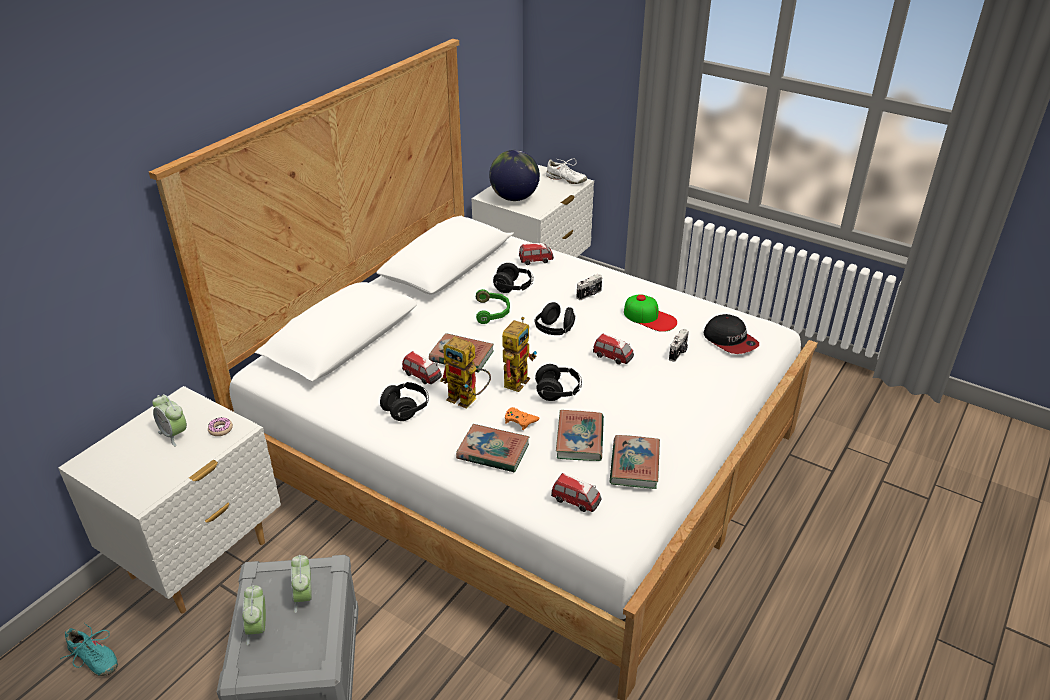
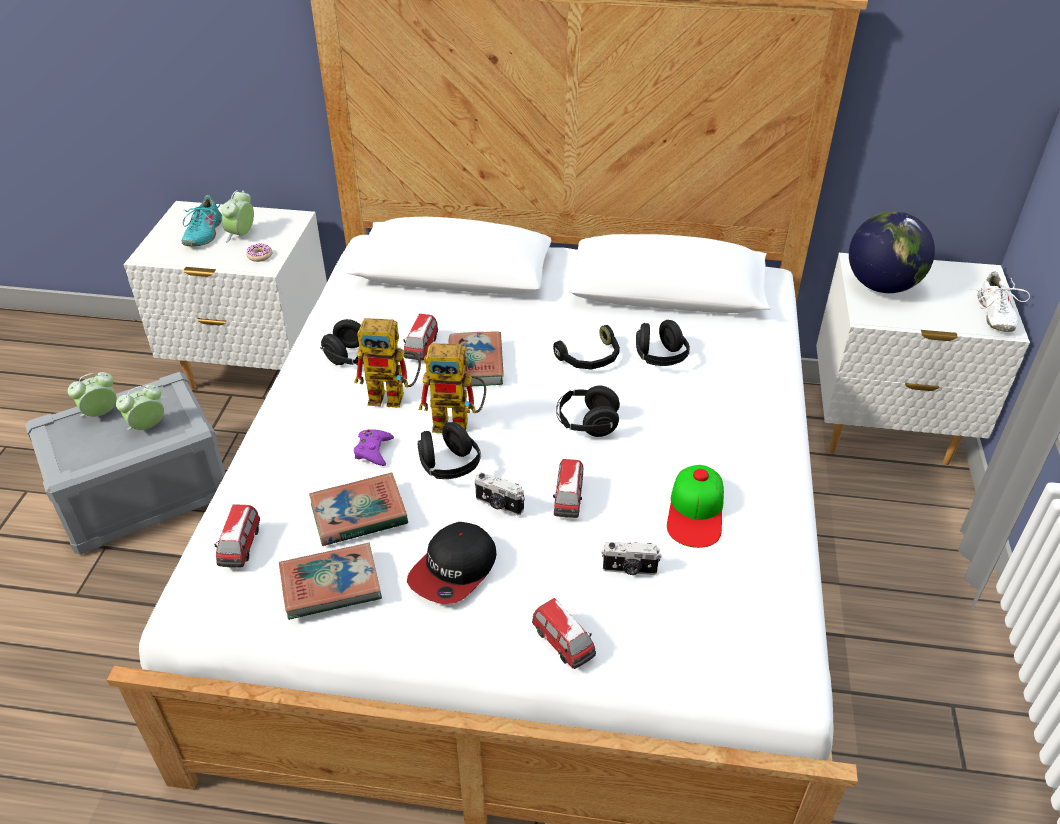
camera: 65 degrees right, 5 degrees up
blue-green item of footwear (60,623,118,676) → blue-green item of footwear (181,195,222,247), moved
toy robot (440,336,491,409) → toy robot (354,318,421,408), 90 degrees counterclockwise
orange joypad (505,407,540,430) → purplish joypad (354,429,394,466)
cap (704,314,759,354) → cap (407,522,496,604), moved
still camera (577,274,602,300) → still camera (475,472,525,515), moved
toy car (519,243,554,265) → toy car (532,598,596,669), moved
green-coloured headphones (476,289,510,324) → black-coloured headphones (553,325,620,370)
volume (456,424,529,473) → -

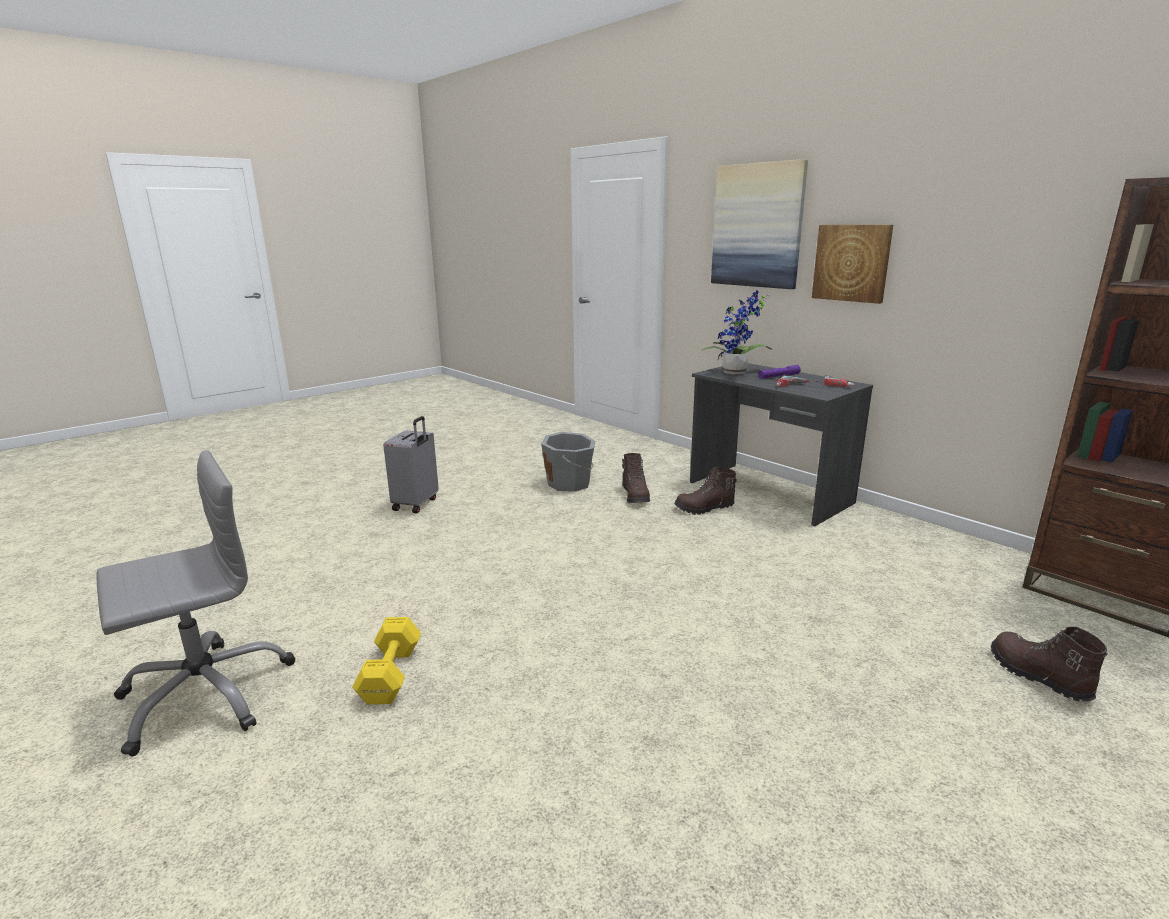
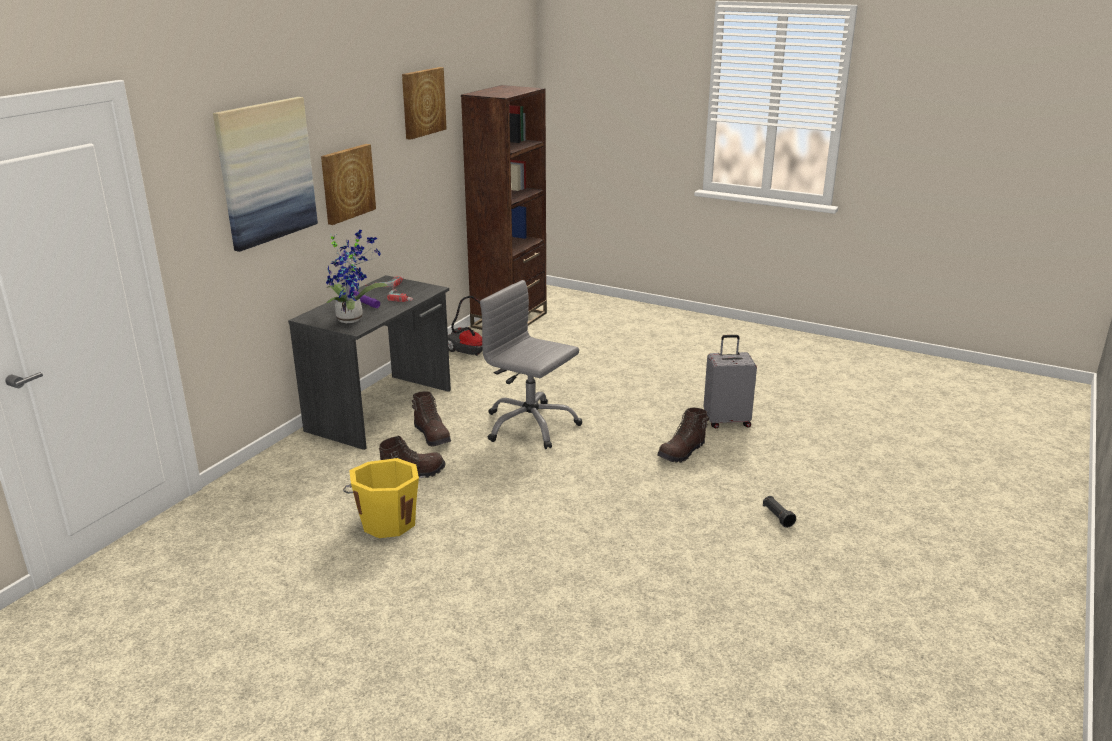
camera: 110 degrees left, 5 degrees up
greyish bucket (541,432,595,492) → yellow bucket (343,458,426,538)
- → picture (402,67,447,140)
- → vacuum cleaner (448,296,507,375)
greyish desk chair (97,450,295,756) → greyish desk chair (480,280,582,449), moved
brownish boot (991,627,1107,702) → brownish boot (657,408,709,463), moved
greyish piece of luggage (383,416,439,513) → greyish piece of luggage (703,335,757,428), moved
yellow free weight (352,617,421,704) → black-coloured torch (763,496,796,528)

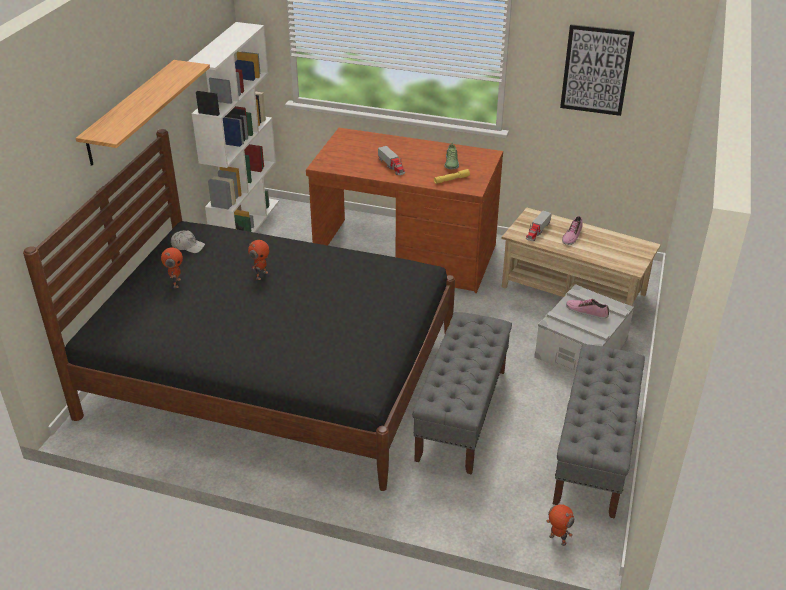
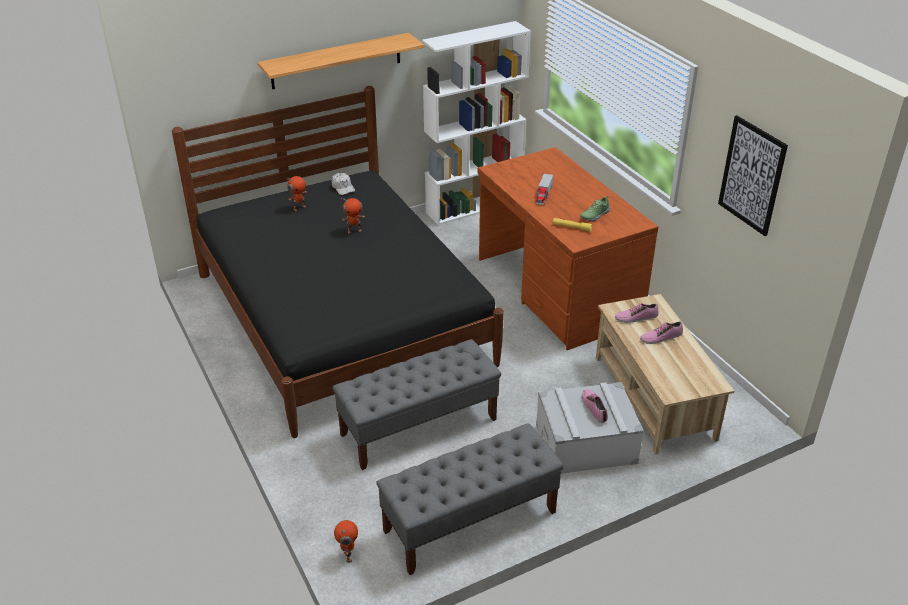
camera: 45 degrees right, 0 degrees up
model truck (526,211,552,241) → item of footwear (615,303,658,323)

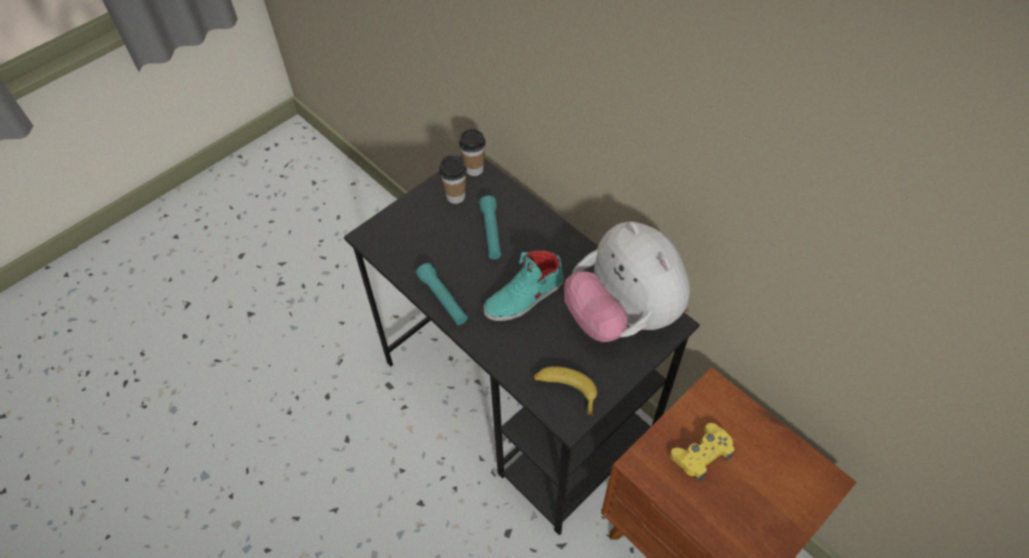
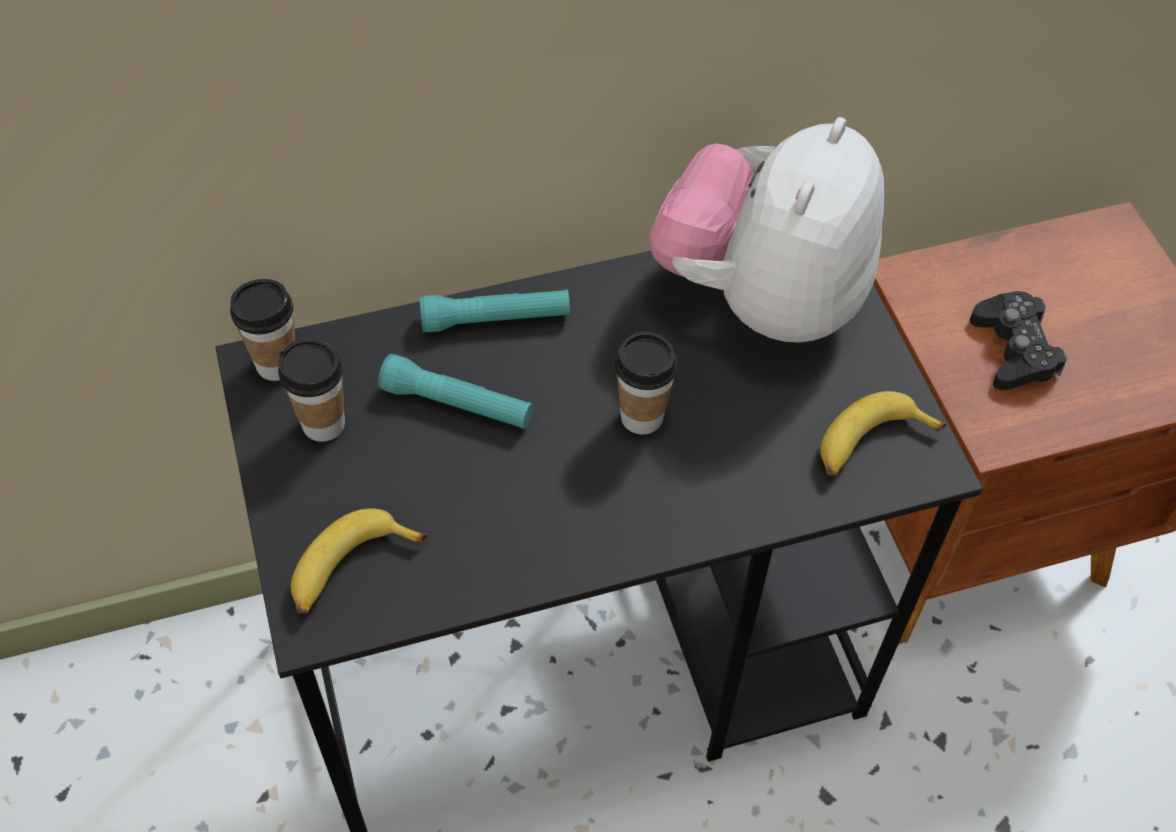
camera: 65 degrees left, 0 degrees up
- → whole banana (291,508,427,614)
blue-green torch (416,263,468,325) → blue-green torch (420,290,570,332), moved
blue-green item of footwear (483,251,564,321) → small cup (615,332,678,434)
cuddly toy (564,221,690,342) → cuddly toy (650,117,884,343), 120 degrees clockwise
yellow joypad (670,423,734,482) → black-coloured joypad (970,291,1067,390)

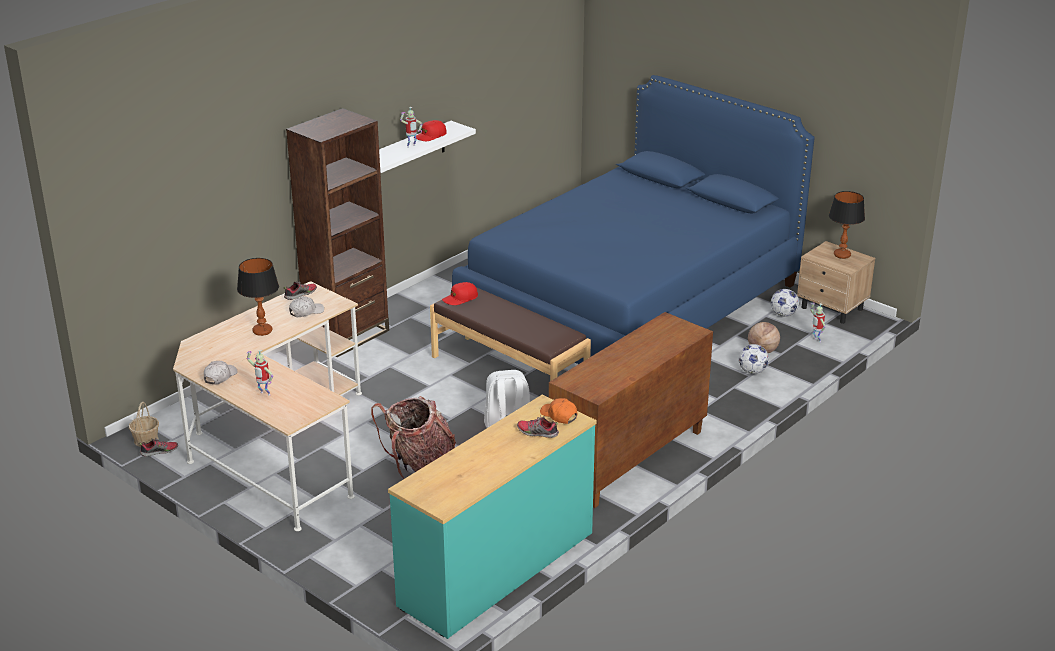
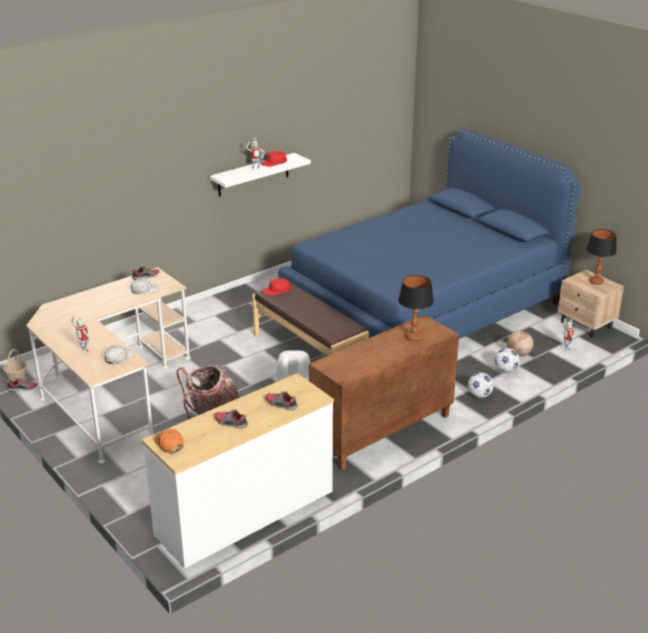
camera: 10 degrees right, 0 degrees up
white cap (204,361,238,385) → white cap (104,345,134,364), moved
blue-green dresser (388,395,597,639) → white dresser (142,373,334,568)
orange cap (540,398,577,424) → orange cap (154,429,183,453), moved
- → item of footwear (214,409,248,429)
table lamp (237,258,279,336) → table lamp (398,275,434,341), moved
football (771,289,799,317) → football (468,372,494,398), moved
brownish shelving unit (286,108,389,357) → -

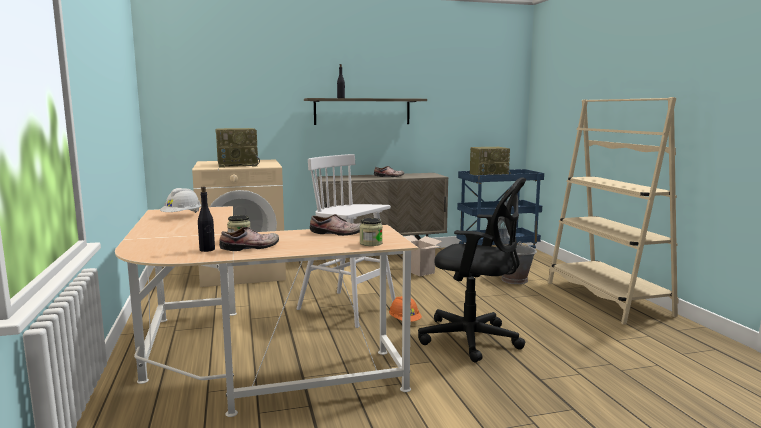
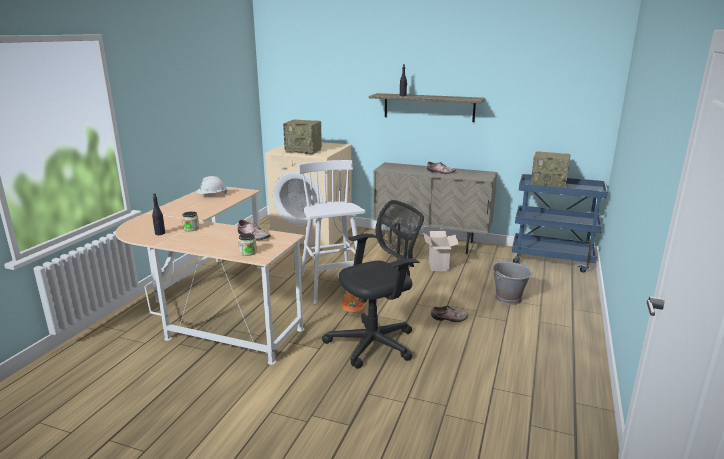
camera: 35 degrees right, 10 degrees up
black-coloured desk chair (418,177,526,362) → black-coloured desk chair (322,200,424,369), 90 degrees counterclockwise
item of footwear (219,227,279,251) → item of footwear (431,305,468,322), moved
beige-coloured shelving unit (548,97,679,325) → -

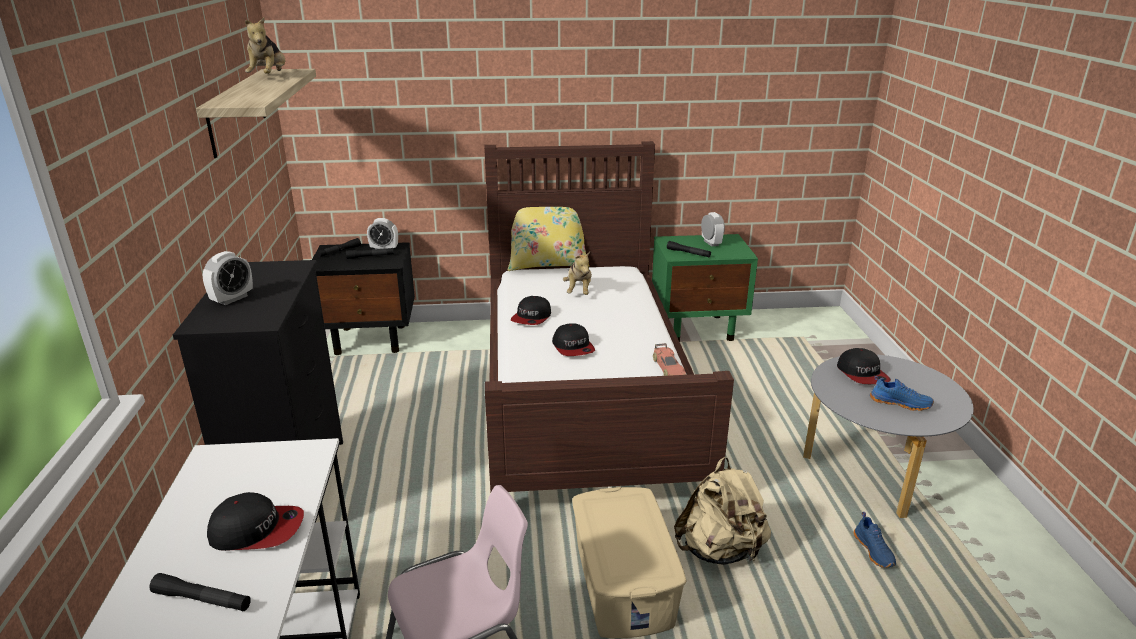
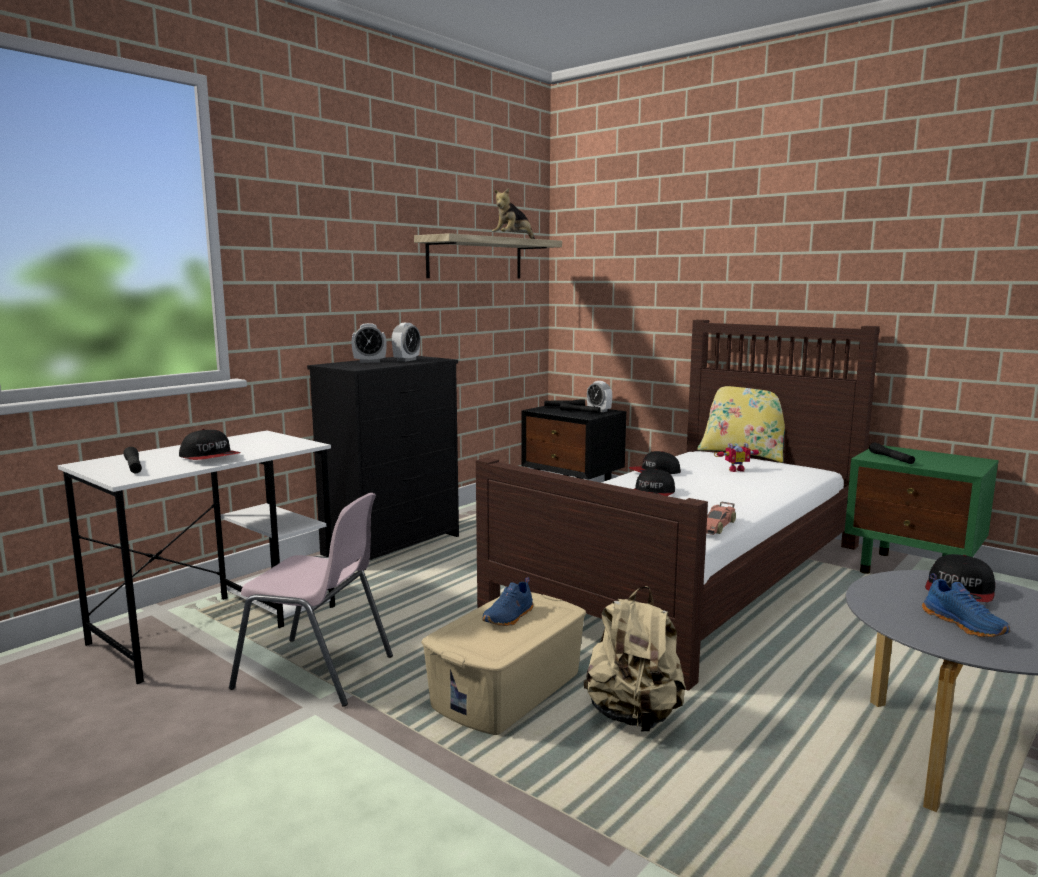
camera: 45 degrees right, 15 degrees down
alarm clock (701,212,725,247) → alarm clock (391,323,421,362), moved
blue-coloured item of footwear (854,512,896,568) → blue-coloured item of footwear (482,577,533,626), moved
cuddly toy (563,251,592,295) → toy robot (714,442,762,472)

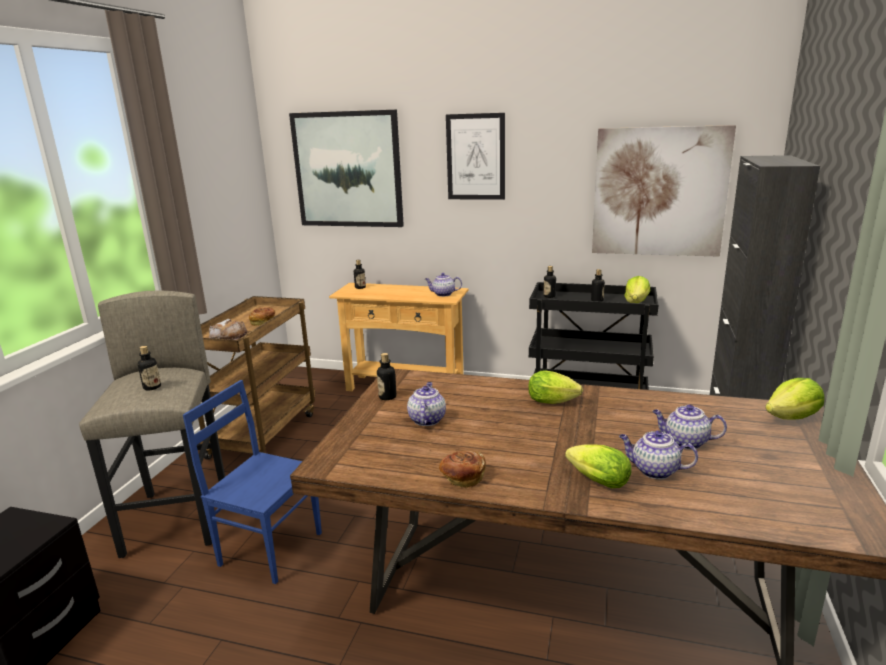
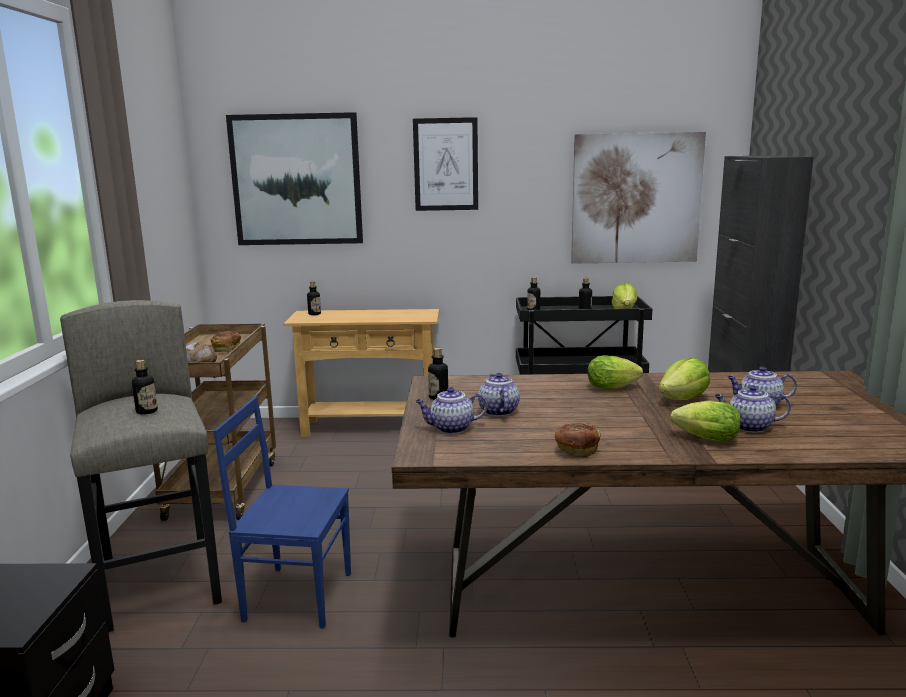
camera: 15 degrees left, 5 degrees down
teapot (425,273,462,297) → teapot (415,387,487,434), moved
lettuce (765,378,824,419) → lettuce (658,358,710,400), moved

